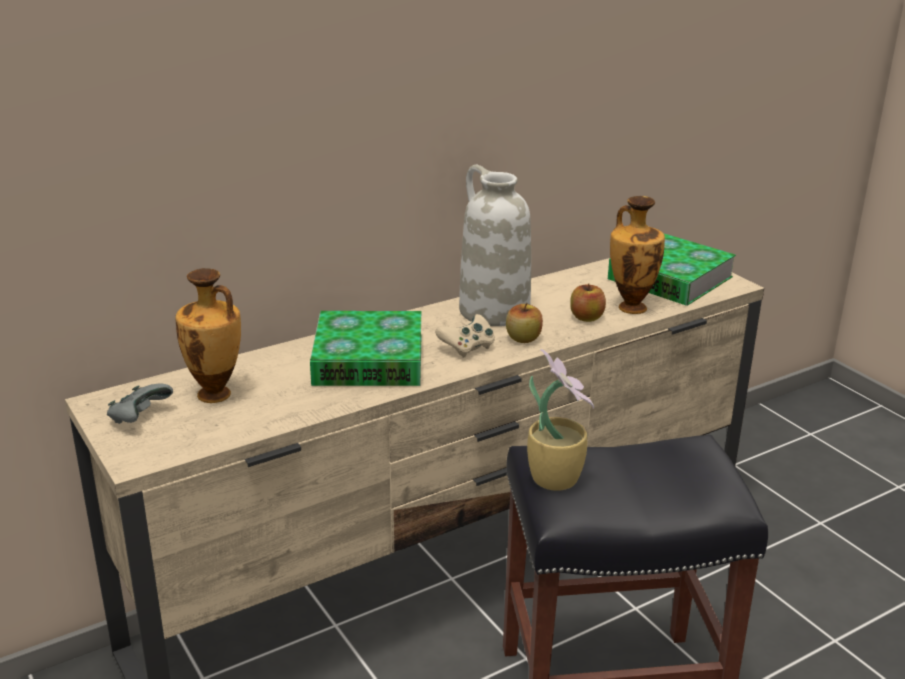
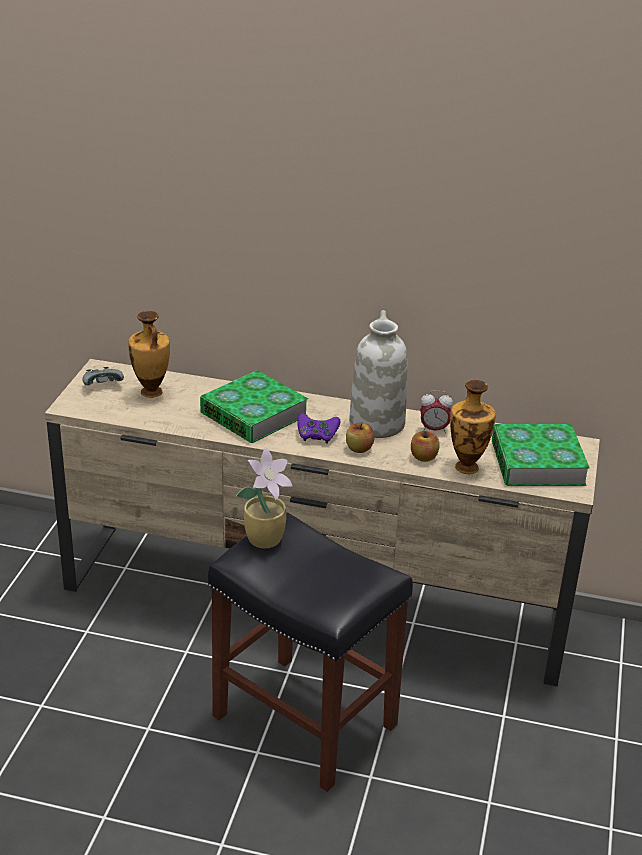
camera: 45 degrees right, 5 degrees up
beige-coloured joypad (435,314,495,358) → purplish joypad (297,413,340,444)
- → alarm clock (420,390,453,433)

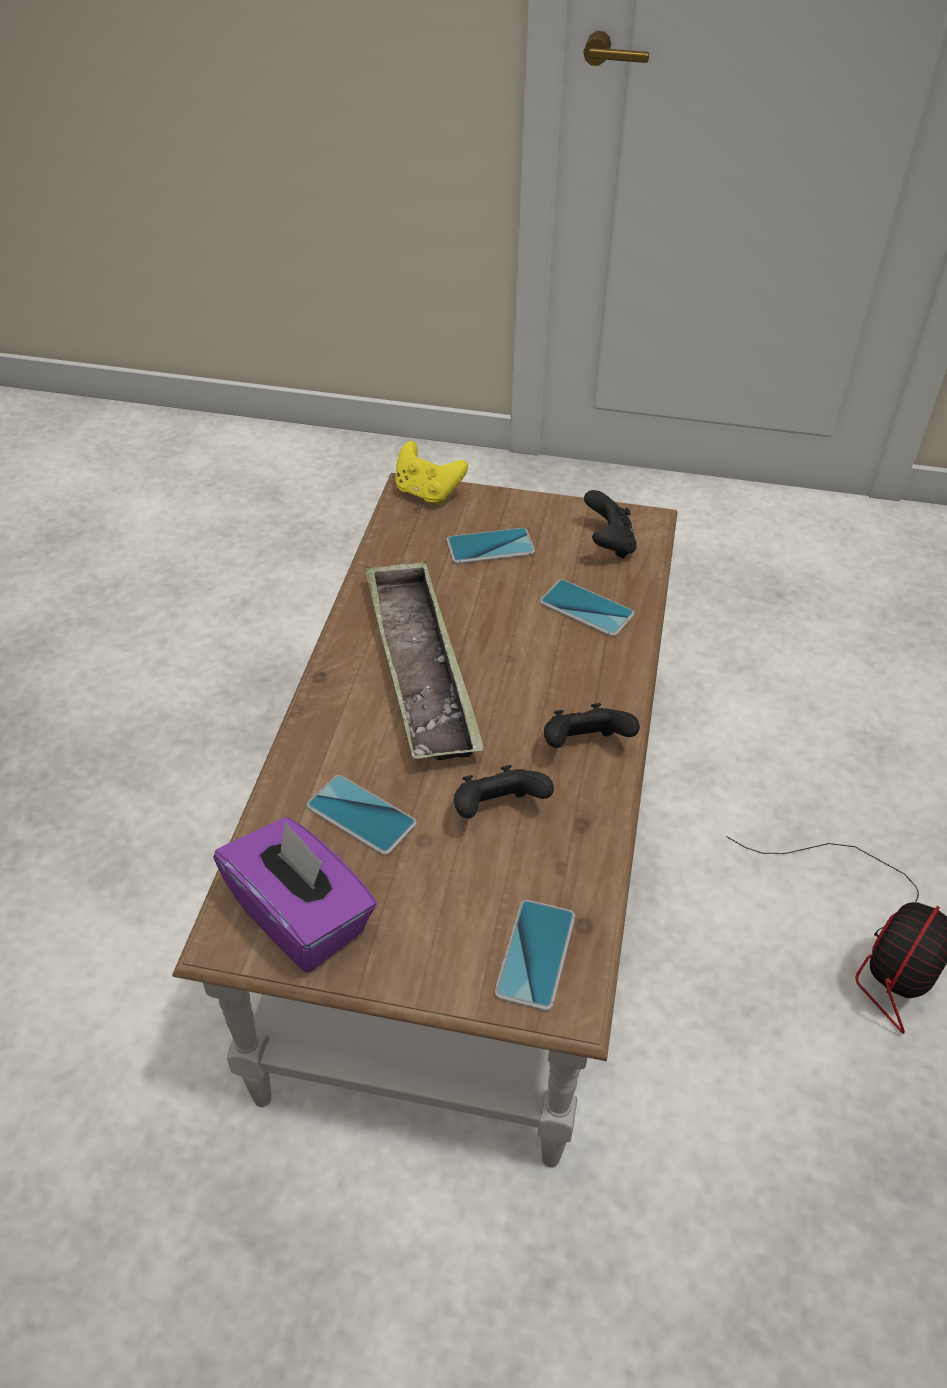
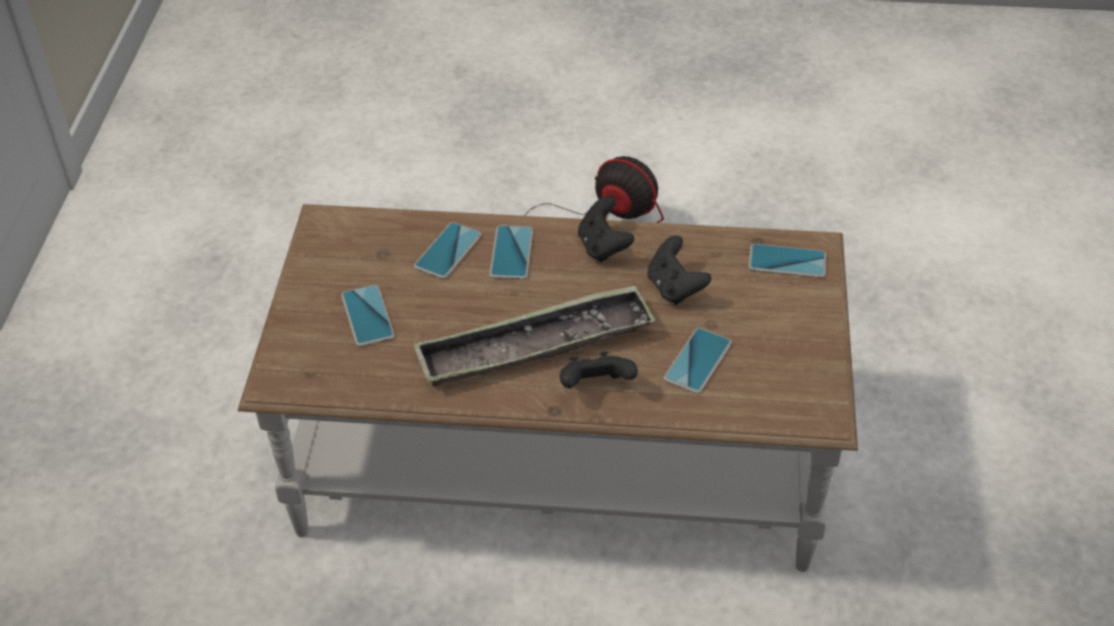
camera: 95 degrees left, 0 degrees up
- → phone (490,225,533,279)
black-coloured joypad (584,490,637,559) → black-coloured joypad (560,352,638,388), moved
purplish box of tissues (214,817,377,973) → -
yellow joypad (395,441,468,505) → -

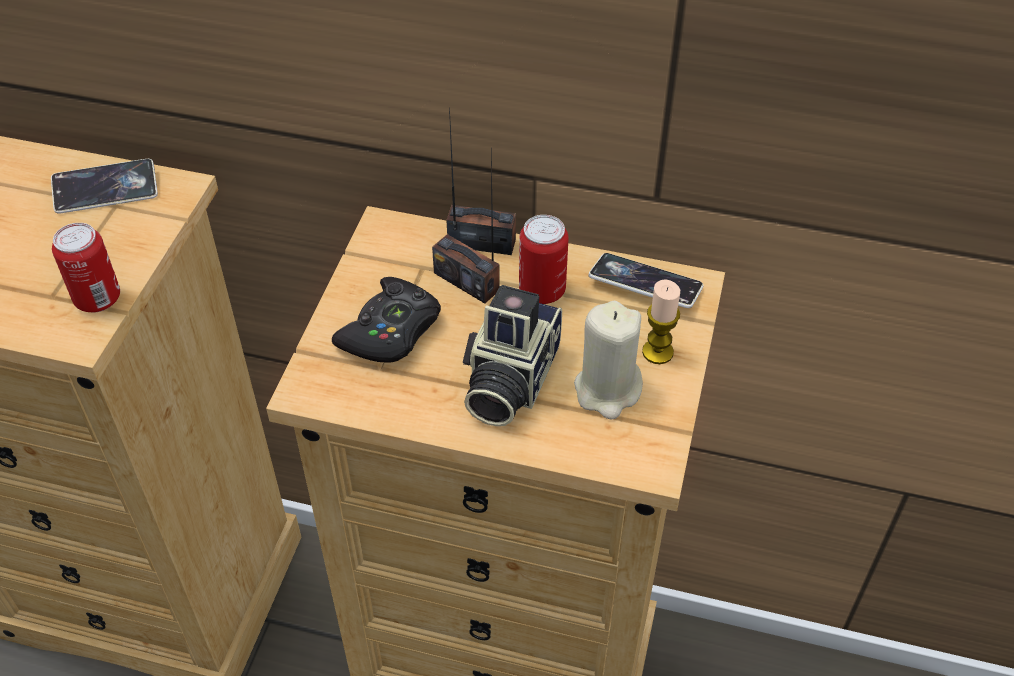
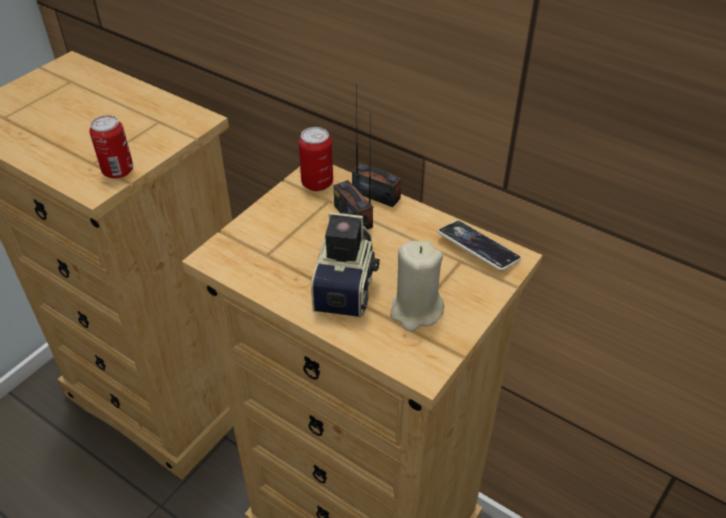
camera: 20 degrees right, 5 degrees down
can (519,215,569,304) → can (298,127,333,191), moved
still camera (463,285,562,426) → still camera (311,212,380,318), 150 degrees clockwise
phone (51,159,158,214) → -
black-coloured joypad (332,277,441,362) → -
wax light (642,279,680,364) → -

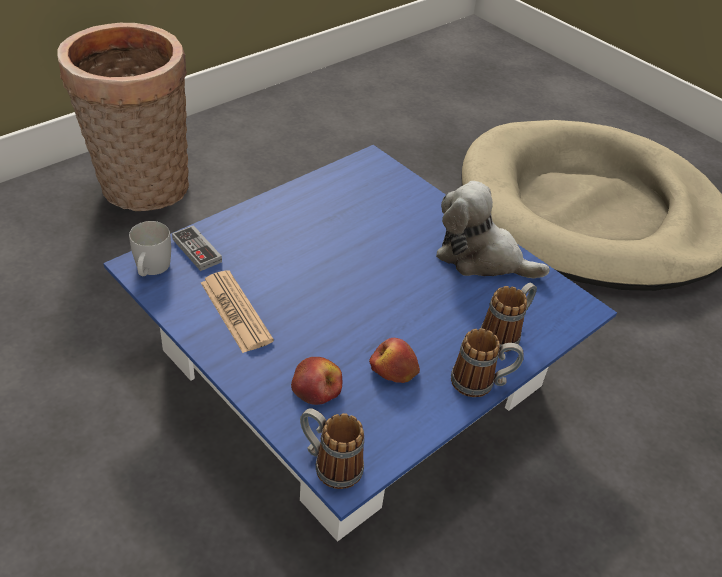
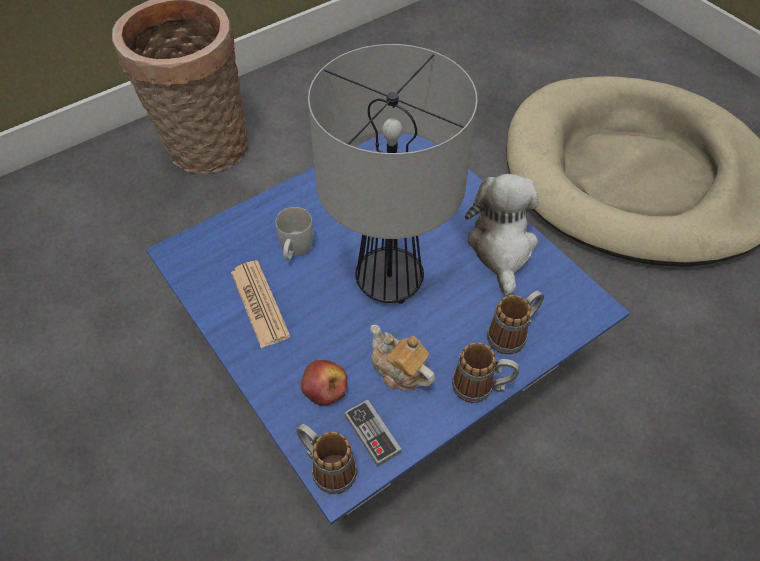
camera: 10 degrees right, 10 degrees up
white mug (129,221,171,276) → white mug (275,207,313,260), moved
- → table lamp (308,44,478,304)
joypad (172,225,222,271) → joypad (345,399,401,467), moved
apple fruit (369,338,420,383) → teapot (370,325,435,390)
cuddly toy (436,181,550,279) → cuddly toy (465,174,539,296), 60 degrees clockwise

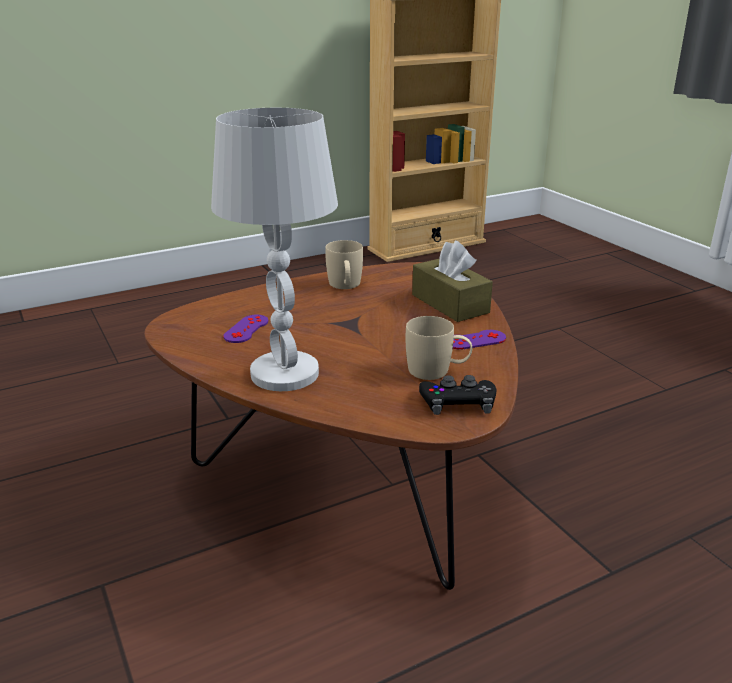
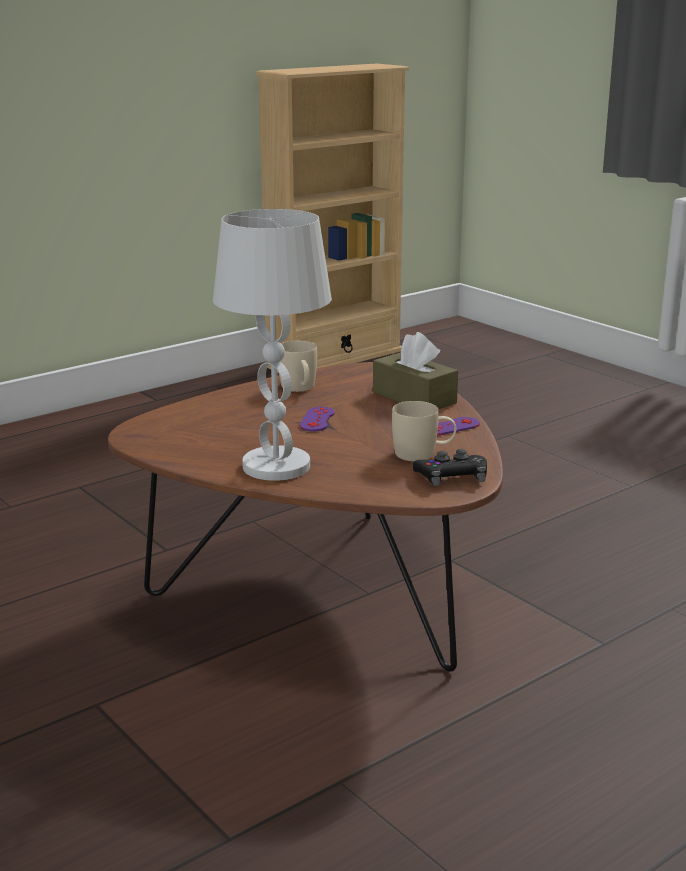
camera: 10 degrees left, 5 degrees down
purplish joypad (223,315,268,343) → purplish joypad (299,407,335,431), moved

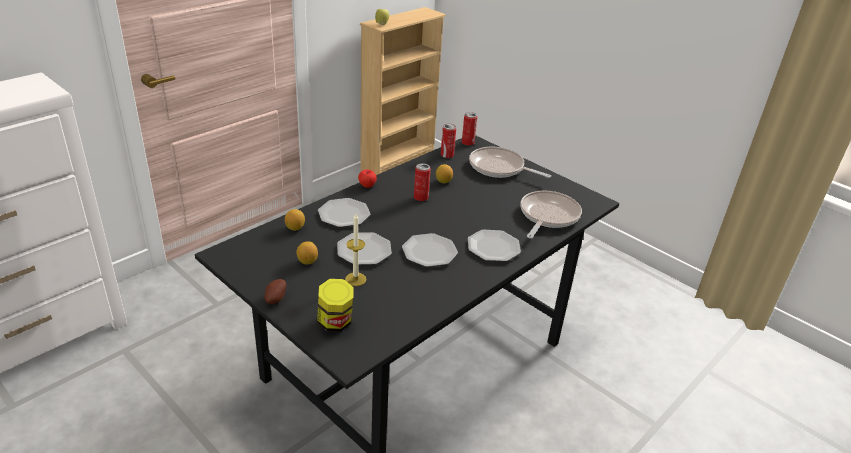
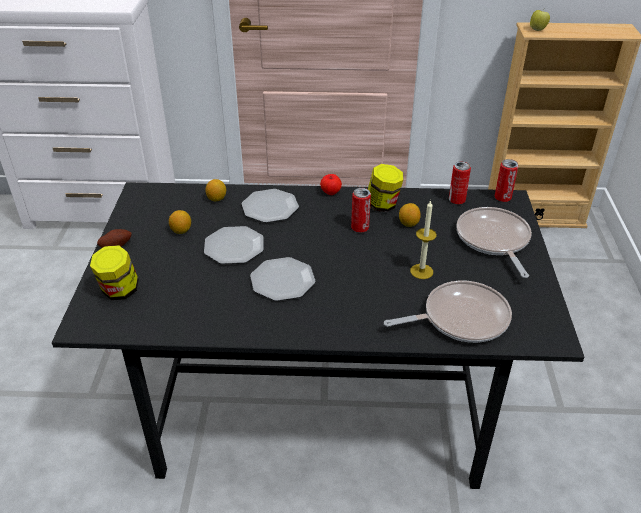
camera: 50 degrees right, 5 degrees up
- → storage jar (368,164,404,212)
wax light (345,213,366,286) → wax light (410,200,437,279), moved
plate (468,230,521,262) → -

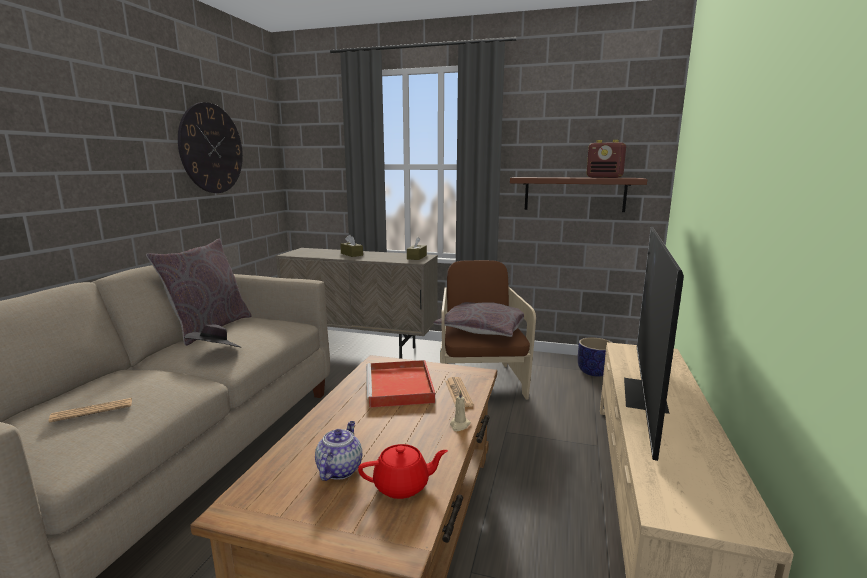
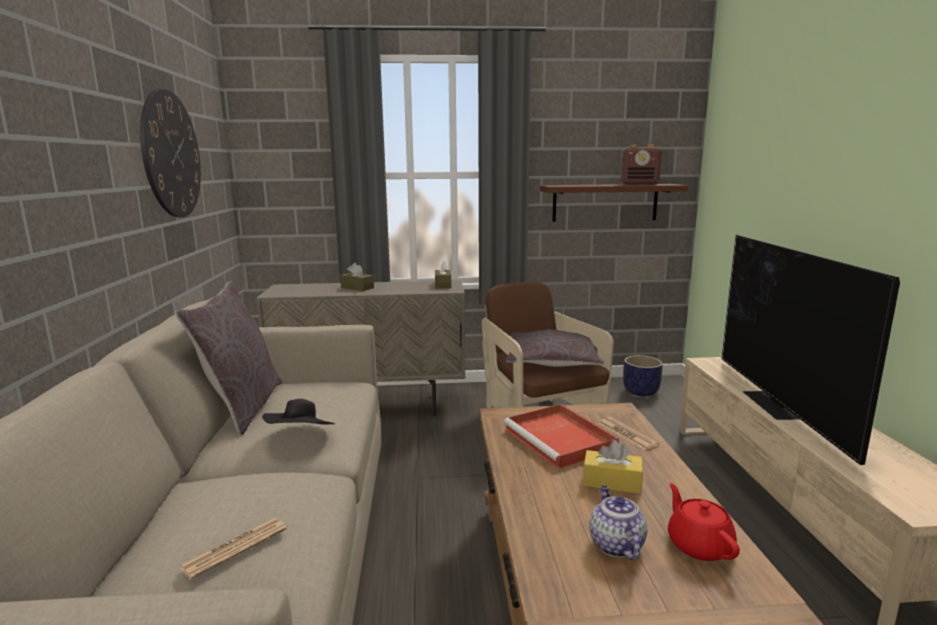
camera: 20 degrees left, 0 degrees up
- → yellow box of tissues (583,440,643,494)
red-coloured teapot (358,444,448,499) → red-coloured teapot (668,483,740,561), 75 degrees counterclockwise
beige-coloured wax light (450,390,471,431) → -

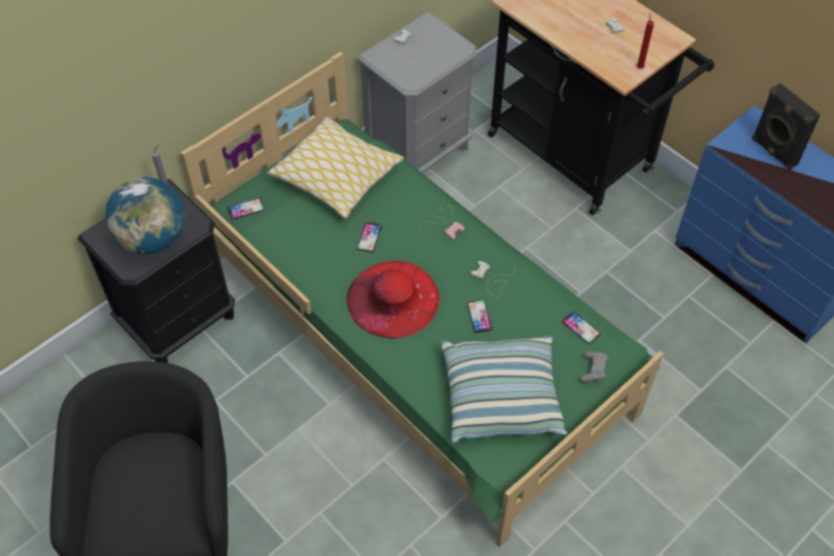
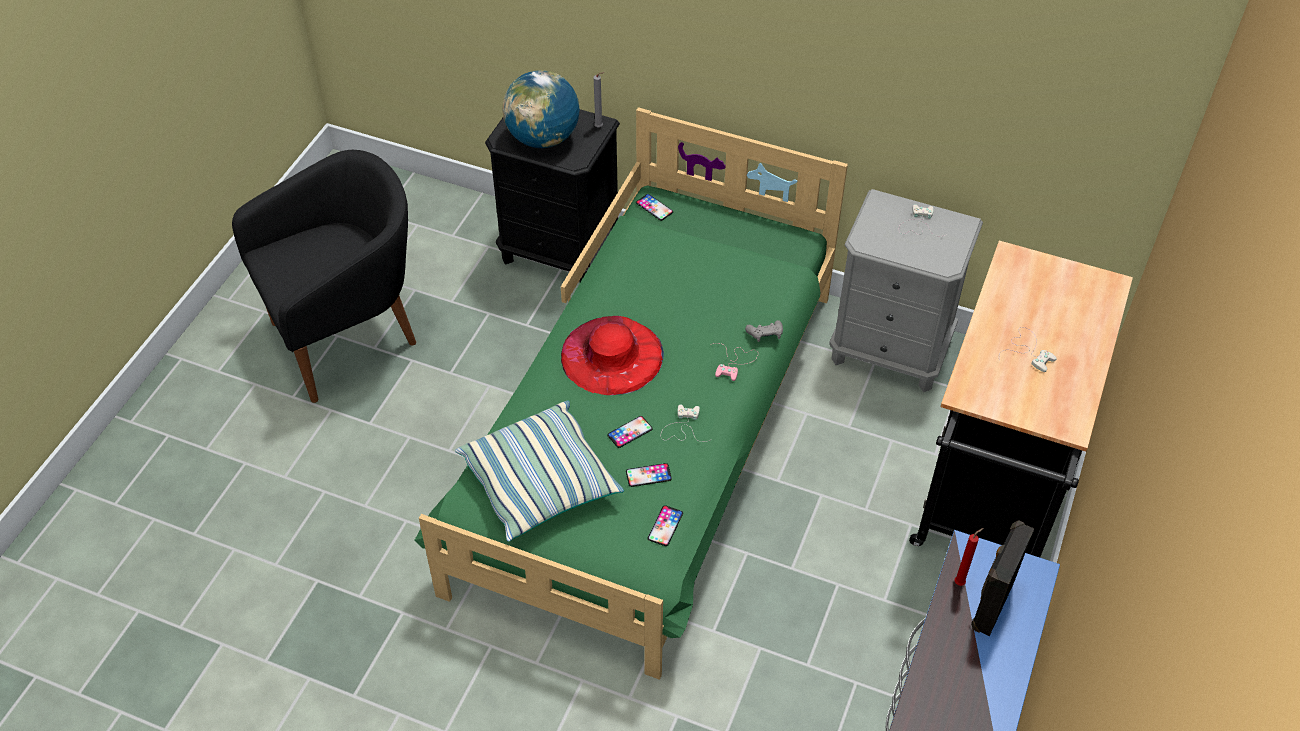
camera: 65 degrees right, 5 degrees down
phone (357,222,382,252) → phone (626,463,672,487), moved
greyish joypad (580,352,609,383) → greyish joypad (745,320,783,342), moved
red-coloured wax light (636,13,654,69) → red-coloured wax light (954,528,983,586), moved
cushion (267,116,404,219) → -

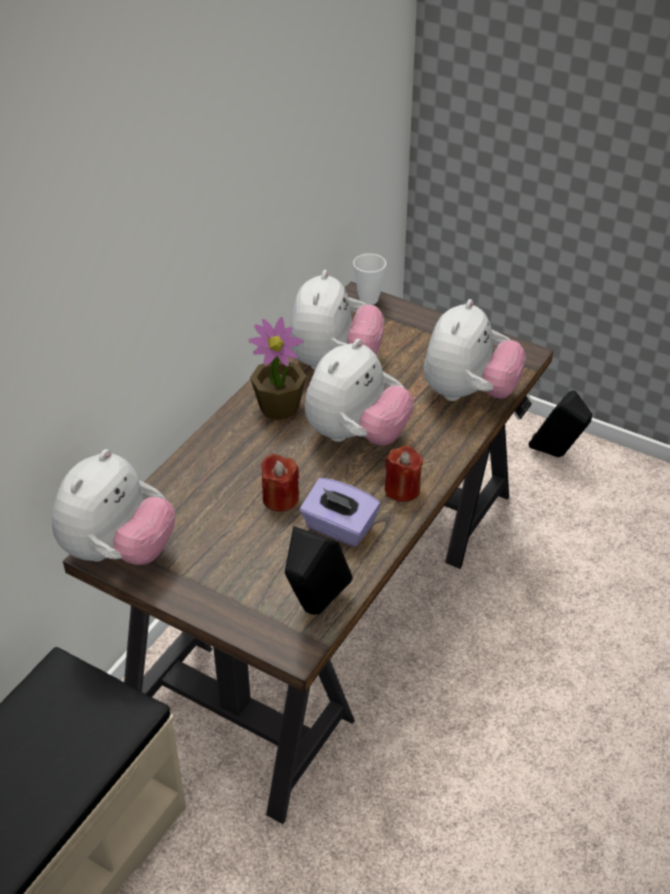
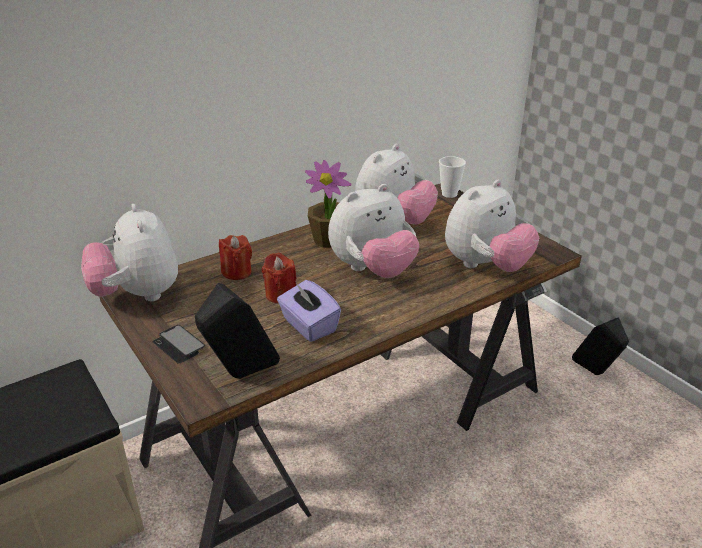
camera: 25 degrees right, 10 degrees down
cuddly toy (52,449,175,565) → cuddly toy (81,204,178,301), 105 degrees clockwise
- → phone (153,325,205,363)
red-coloured wax light (385,446,423,502) → red-coloured wax light (219,235,252,280), moved

